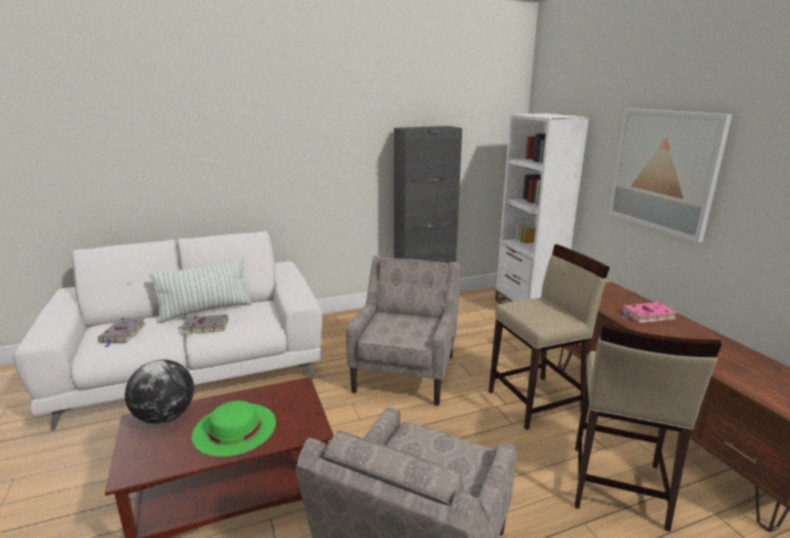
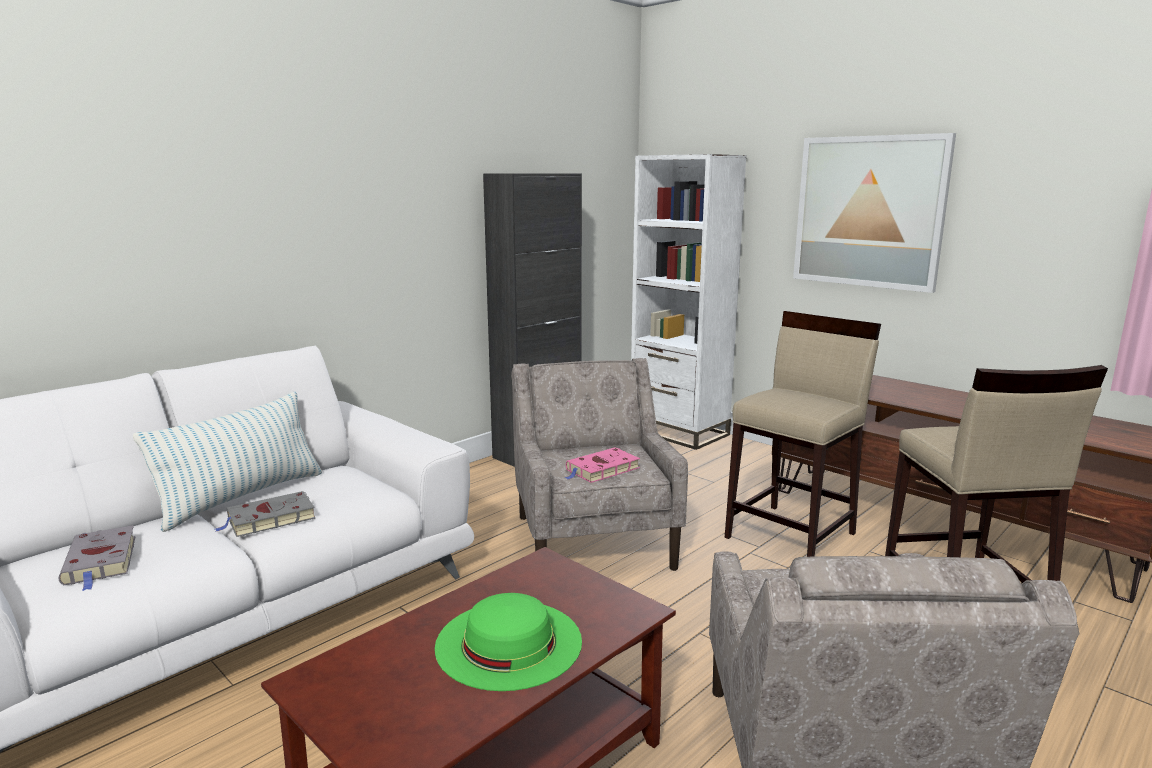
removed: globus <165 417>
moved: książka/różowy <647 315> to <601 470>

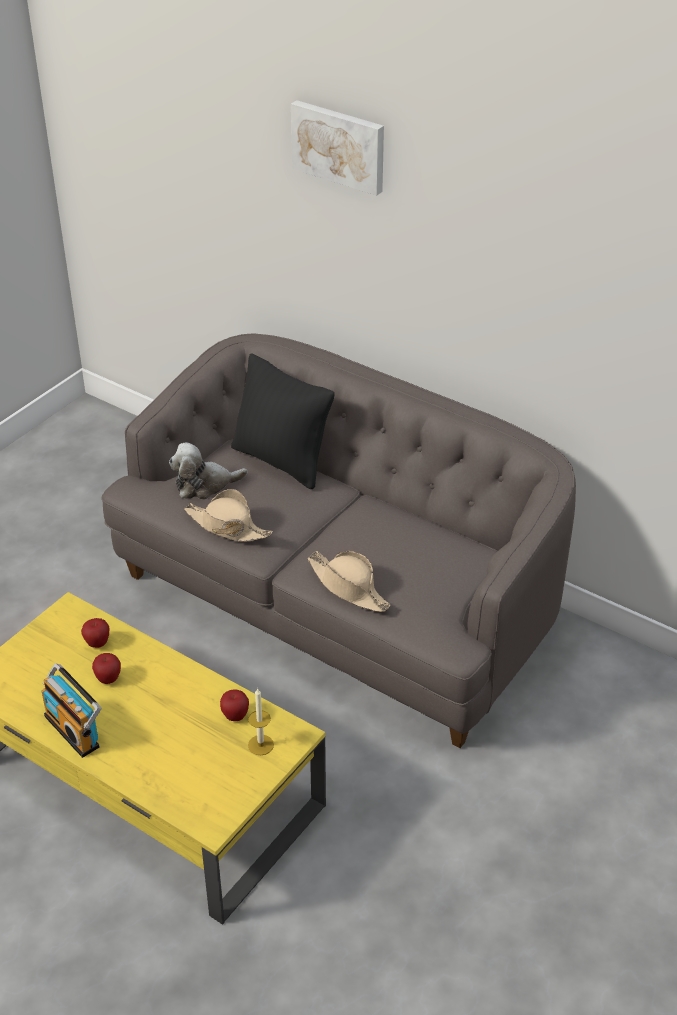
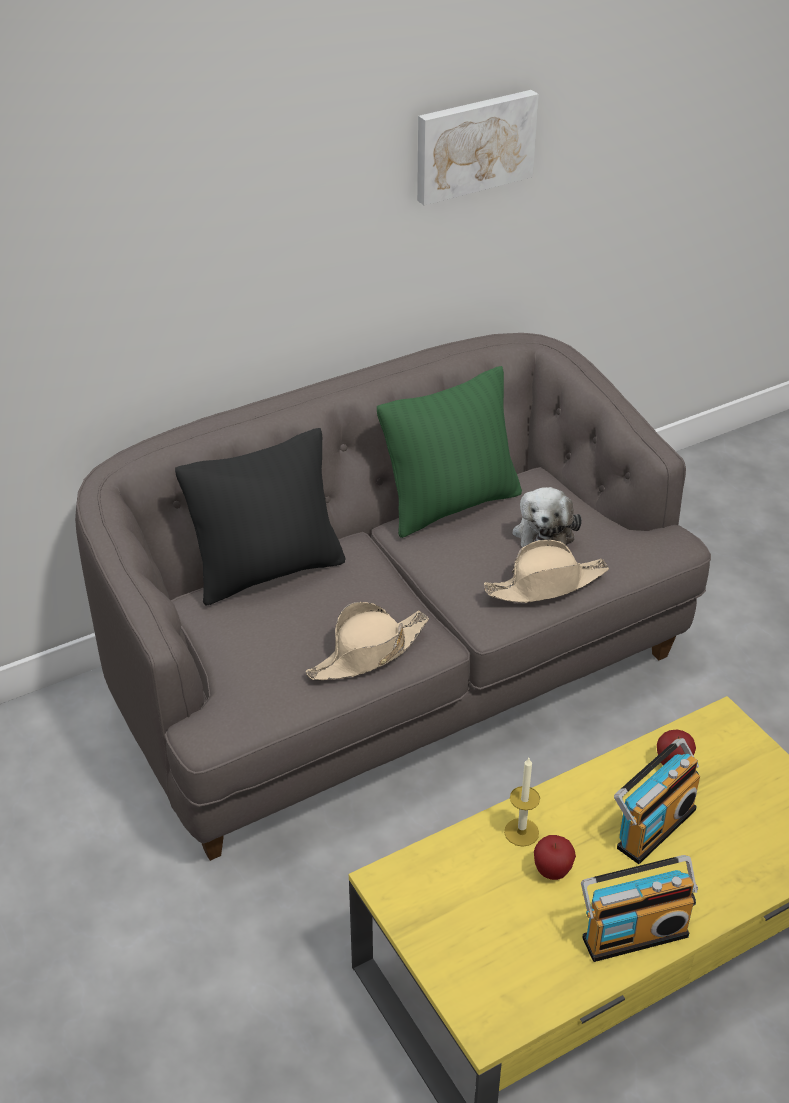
removed: jabłko <97 643>
added: poduszka/zielony <451 505>; radio <652 826>
moved: obraz <339 146> to <474 145>; pluszak <205 485> to <544 533>; świeca <260 745> to <521 832>

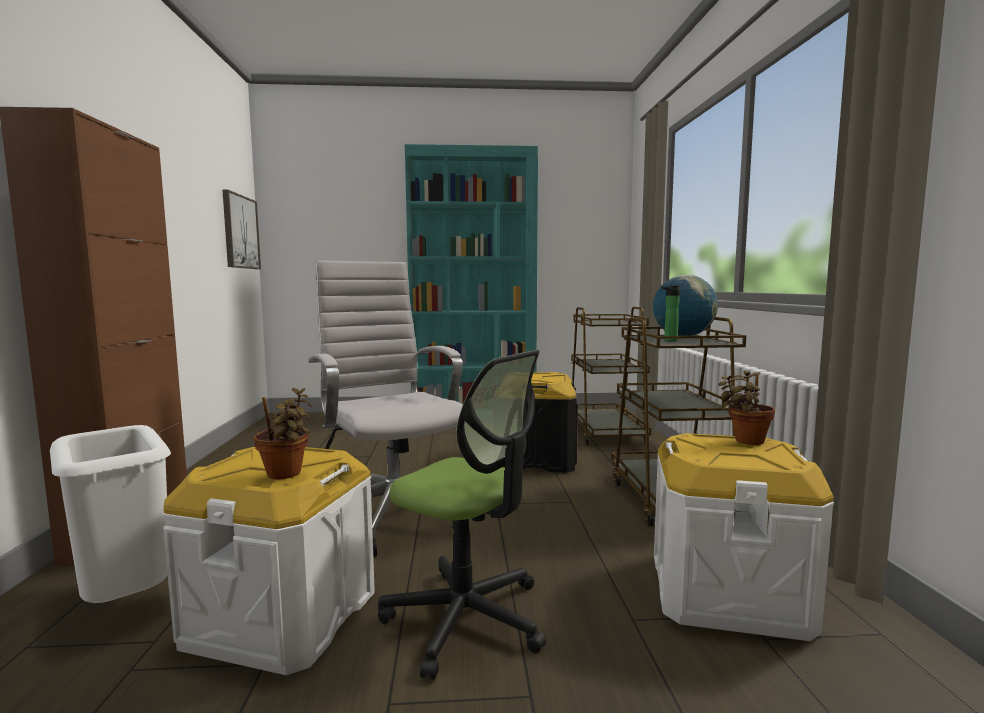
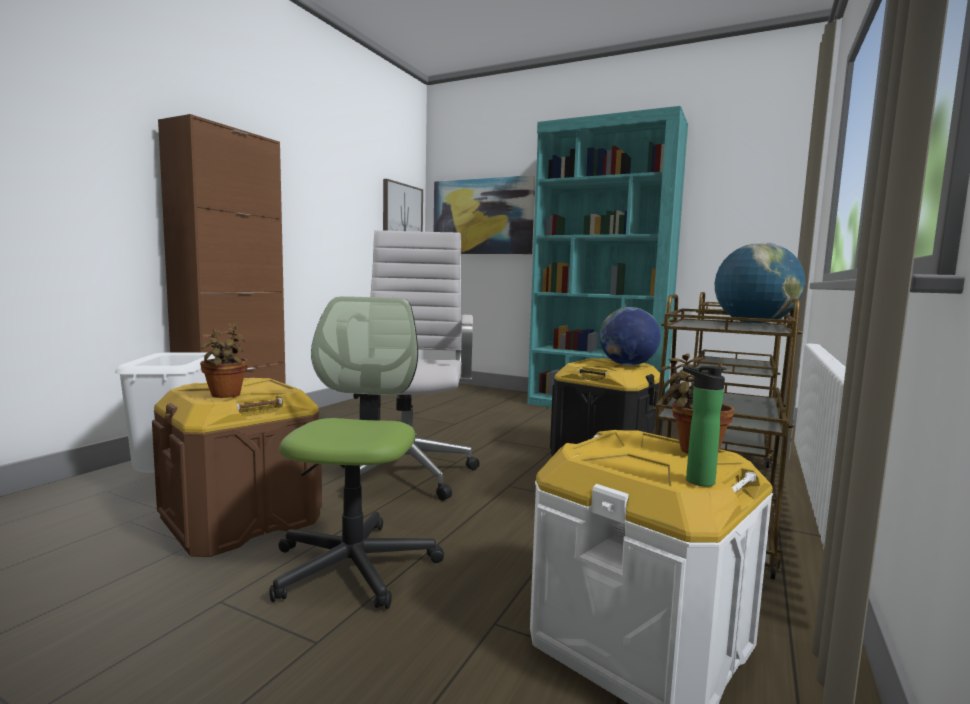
added: obraz <482 216>; globus <627 365>
moved: butelka <668 340> to <695 480>
recoloured: pojemnik do przechowywania/biały <282 617> to pojemnik do przechowywania/brązowy <241 519>
turned: krzesło biurowe <466 618> = <354 565> 150 degrees counterclockwise

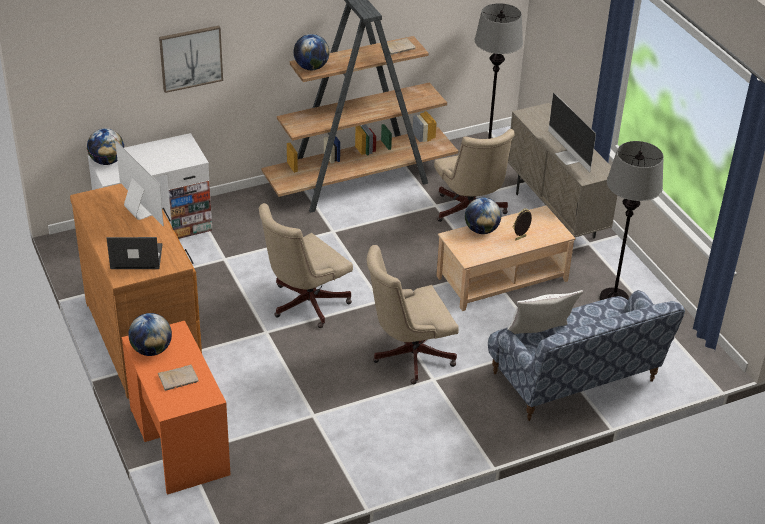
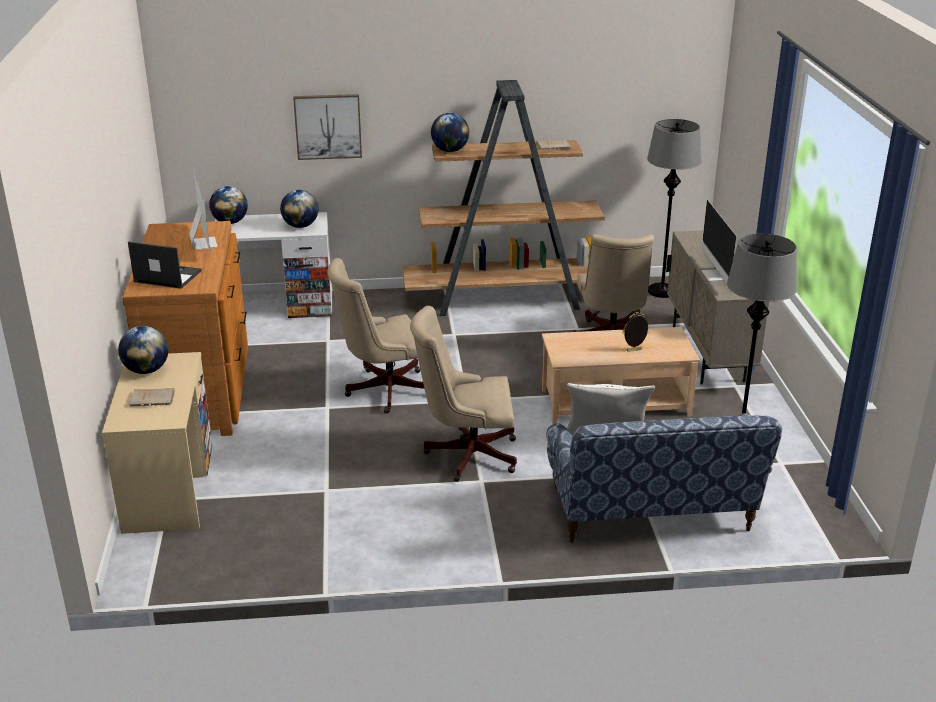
moved: globus <481 230> to <300 226>
recoloured: biurko/pomarańczowy <179 441> to biurko/beżowy <169 487>

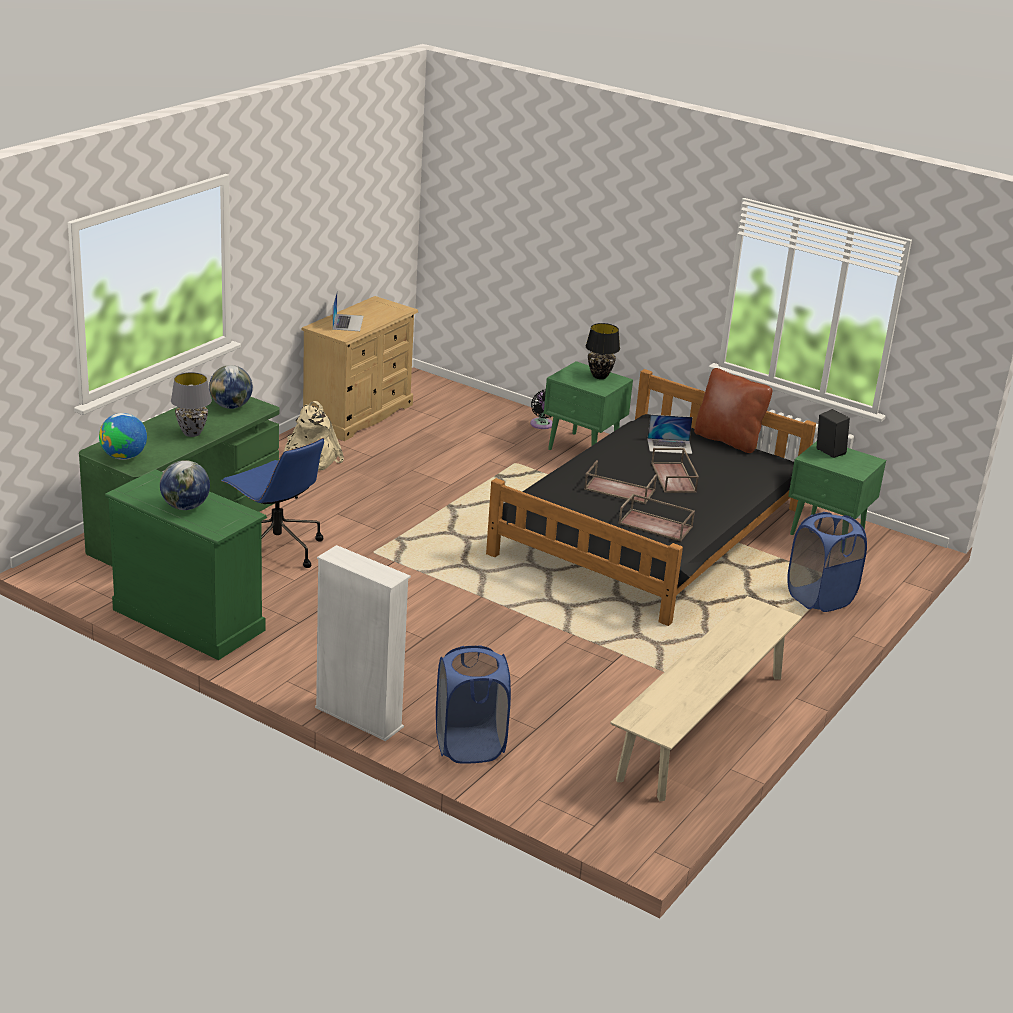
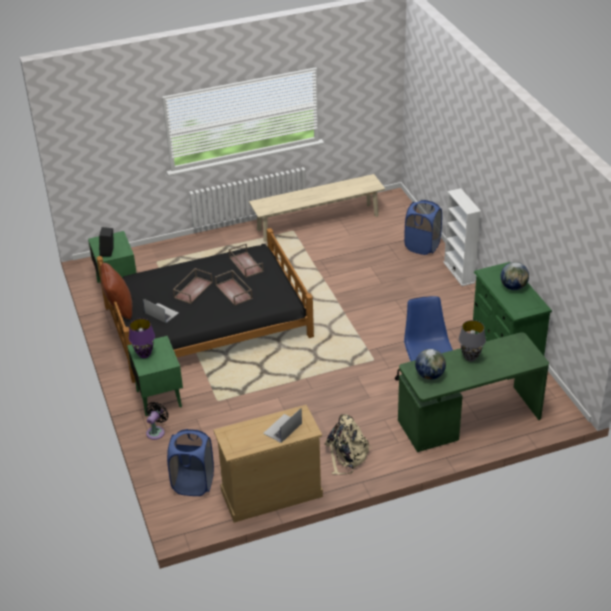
removed: globus <124 457>
moved: kosz na pranie/niebieski <820 598> to <193 483>
recoloured: lampa stołowa/czarny <599 376> to lampa stołowa/fioletowy <145 355>

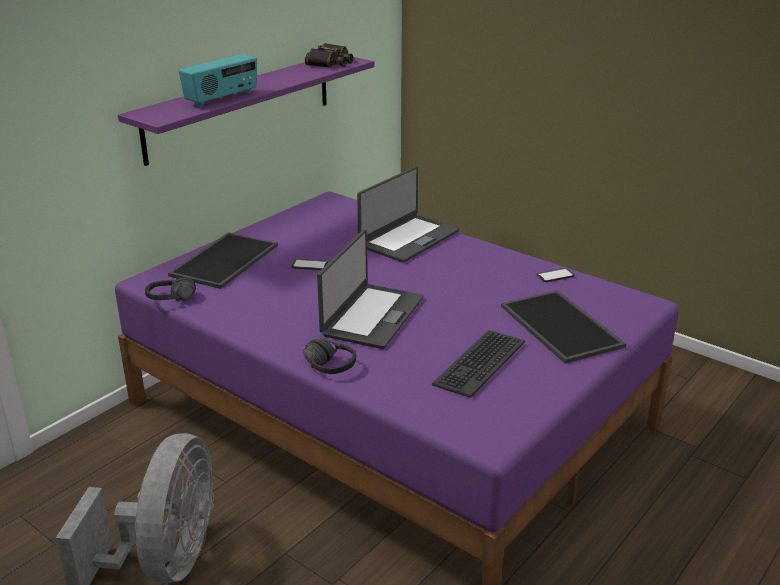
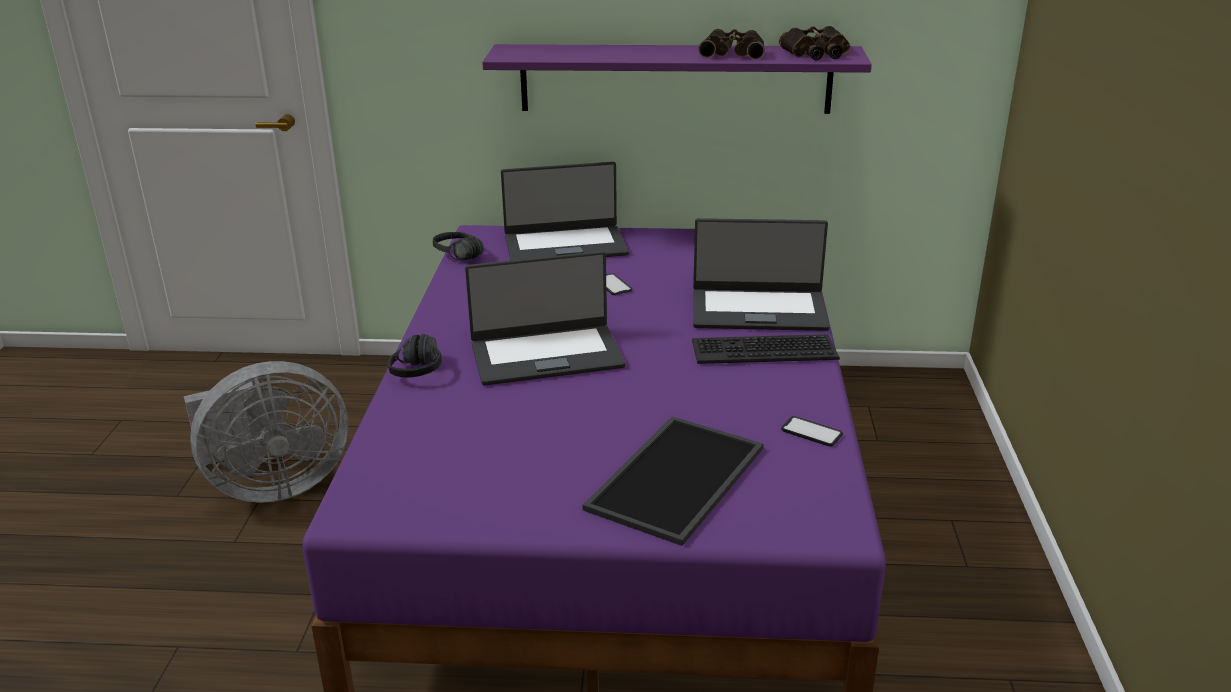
removed: radio <222 99>
added: lornetka <733 53>
moved: klawiatura <479 363> to <764 350>
replaced: taca <224 259> to laptop <565 245>

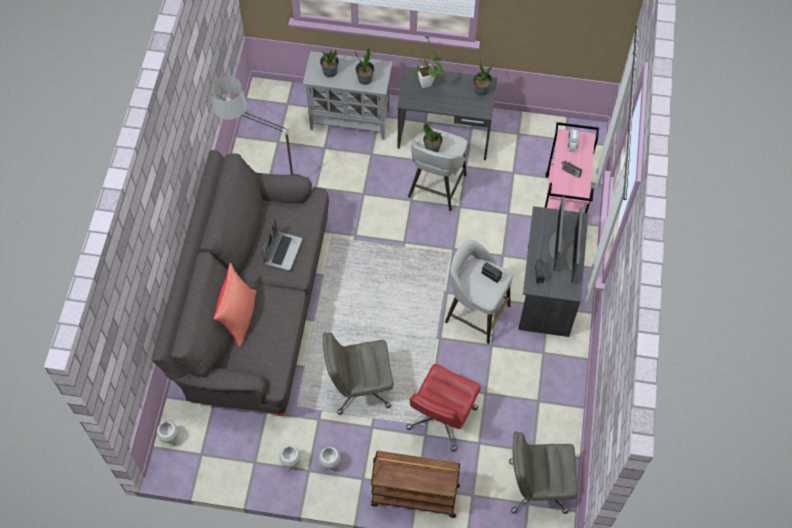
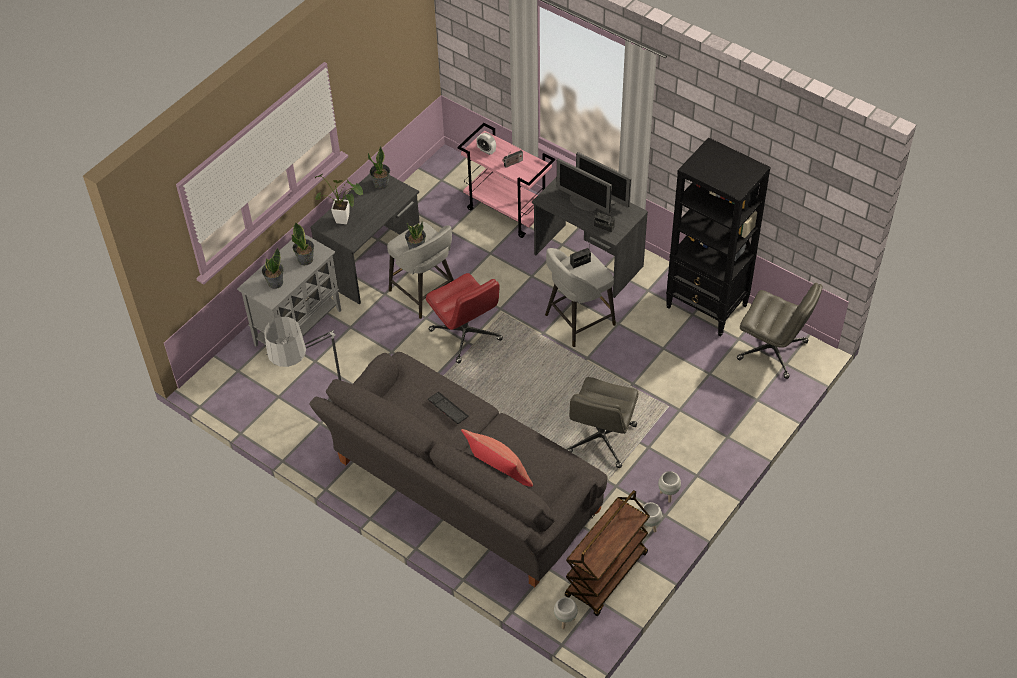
added: regał/czarny <707 307>
moved: krzesło biurowe/czerwony <441 419> to <466 335>; wózek/brązowy <414 495> to <606 576>
replaced: laptop <283 251> to klawiatura <448 408>
turned: krzesło biurowe/szary <536 487> = <773 351> 90 degrees counterclockwise

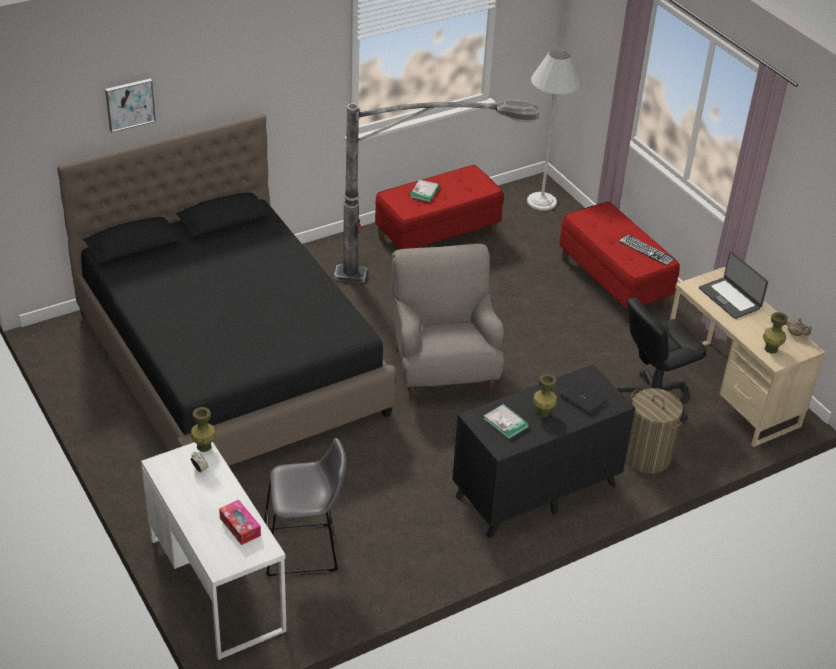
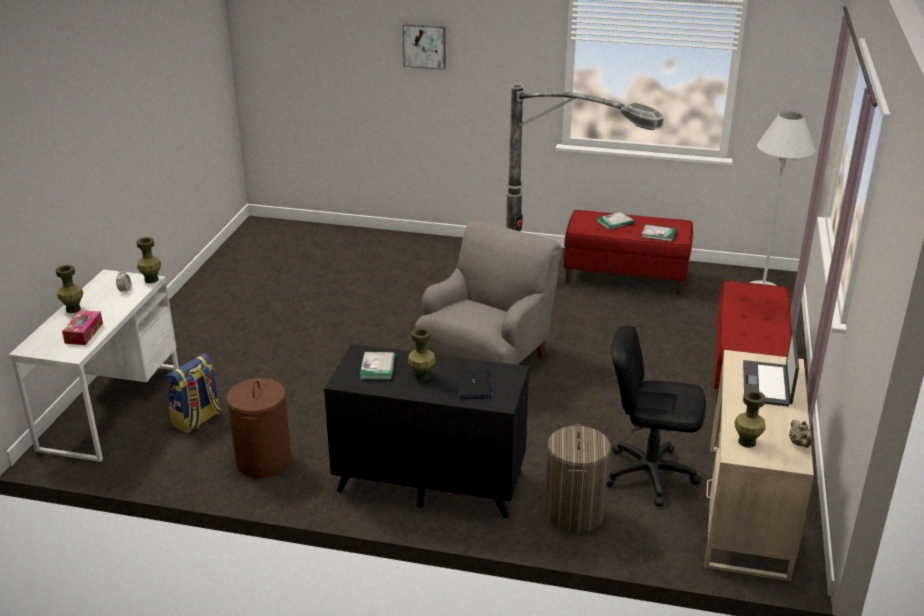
removed: łóżko/czarny <230 362>; klawiatura <646 250>
added: książka <658 234>; wazon/zielony <73 309>; kosz na pranie/brązowy <263 461>
moved: obraz <130 104> to <424 46>
replaced: stołek/szary <305 549> to plecak <197 420>

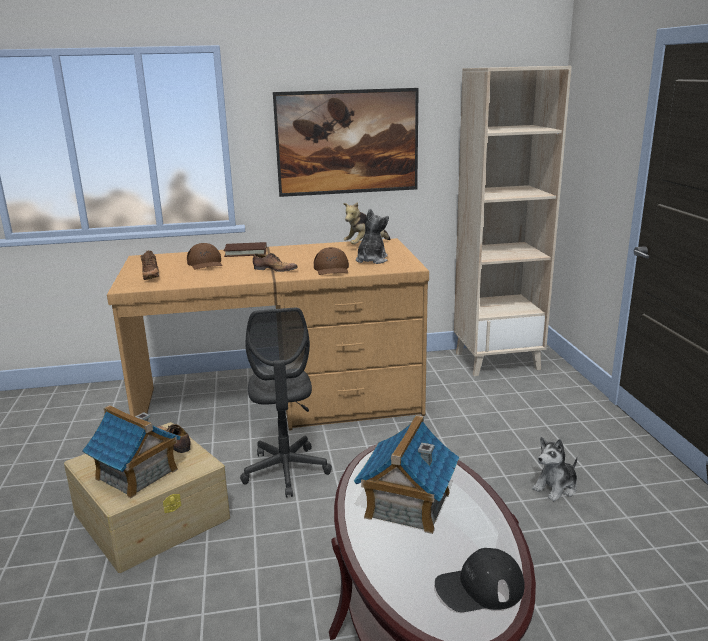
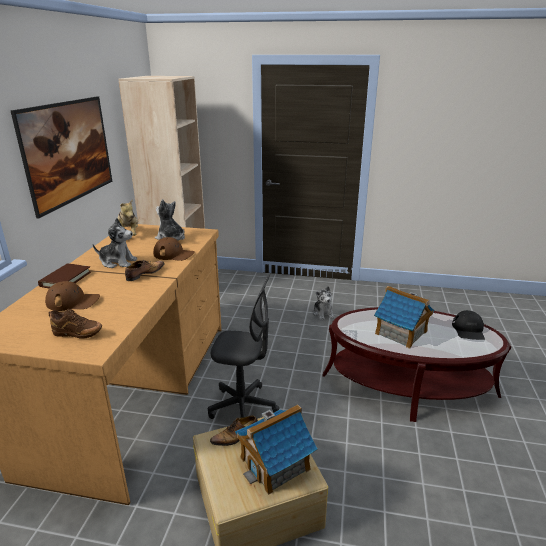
added: pluszak <118 262>

